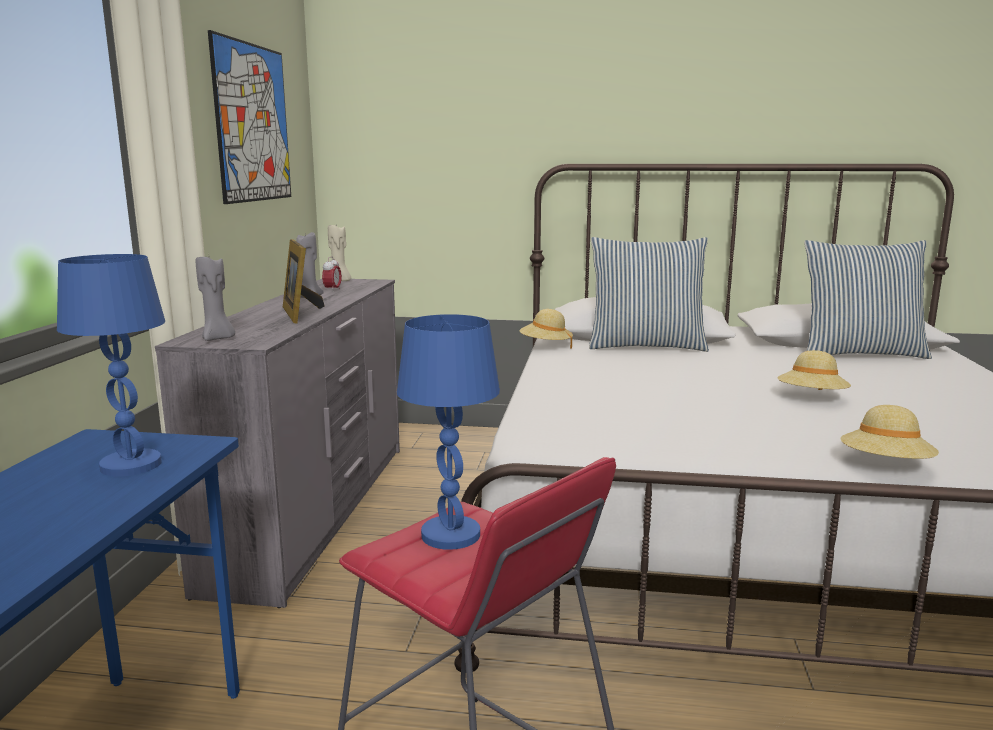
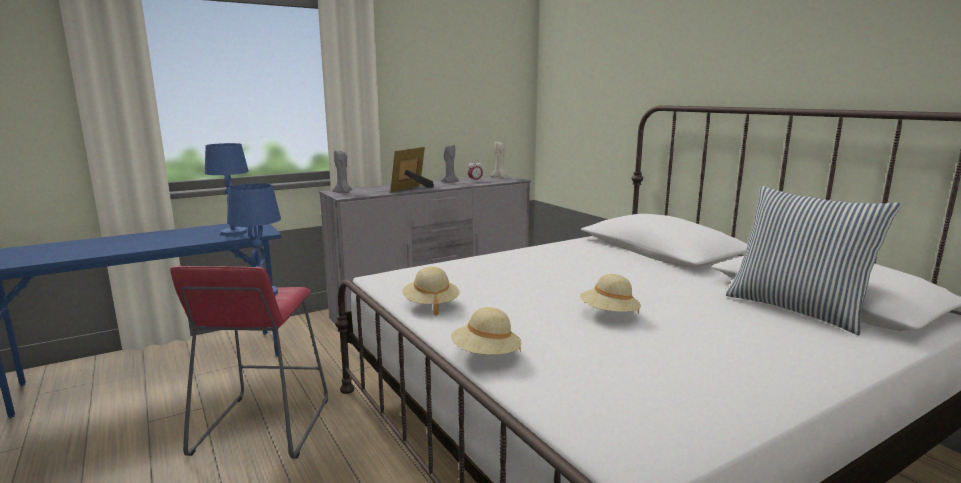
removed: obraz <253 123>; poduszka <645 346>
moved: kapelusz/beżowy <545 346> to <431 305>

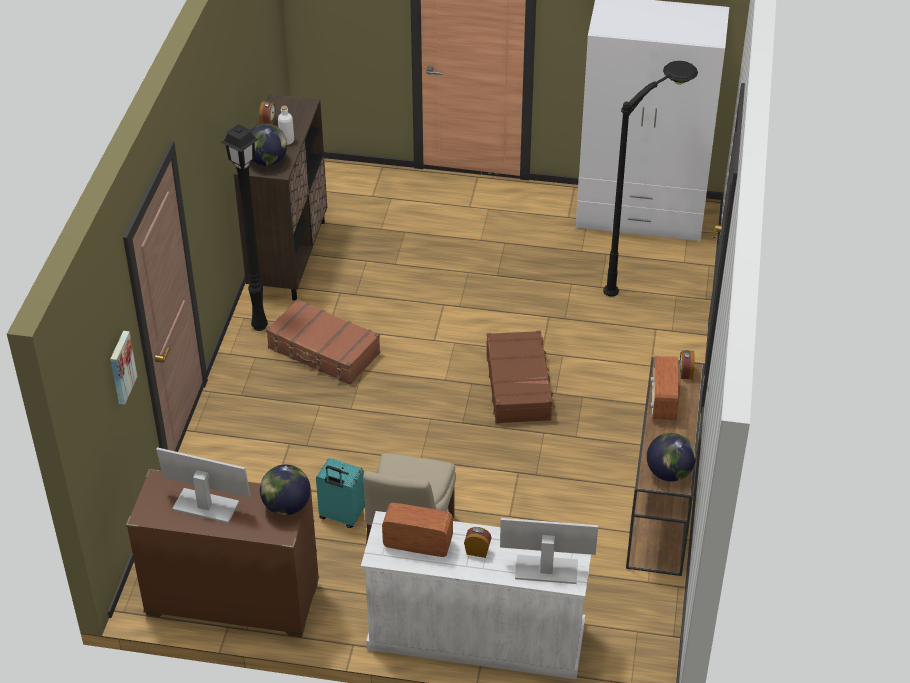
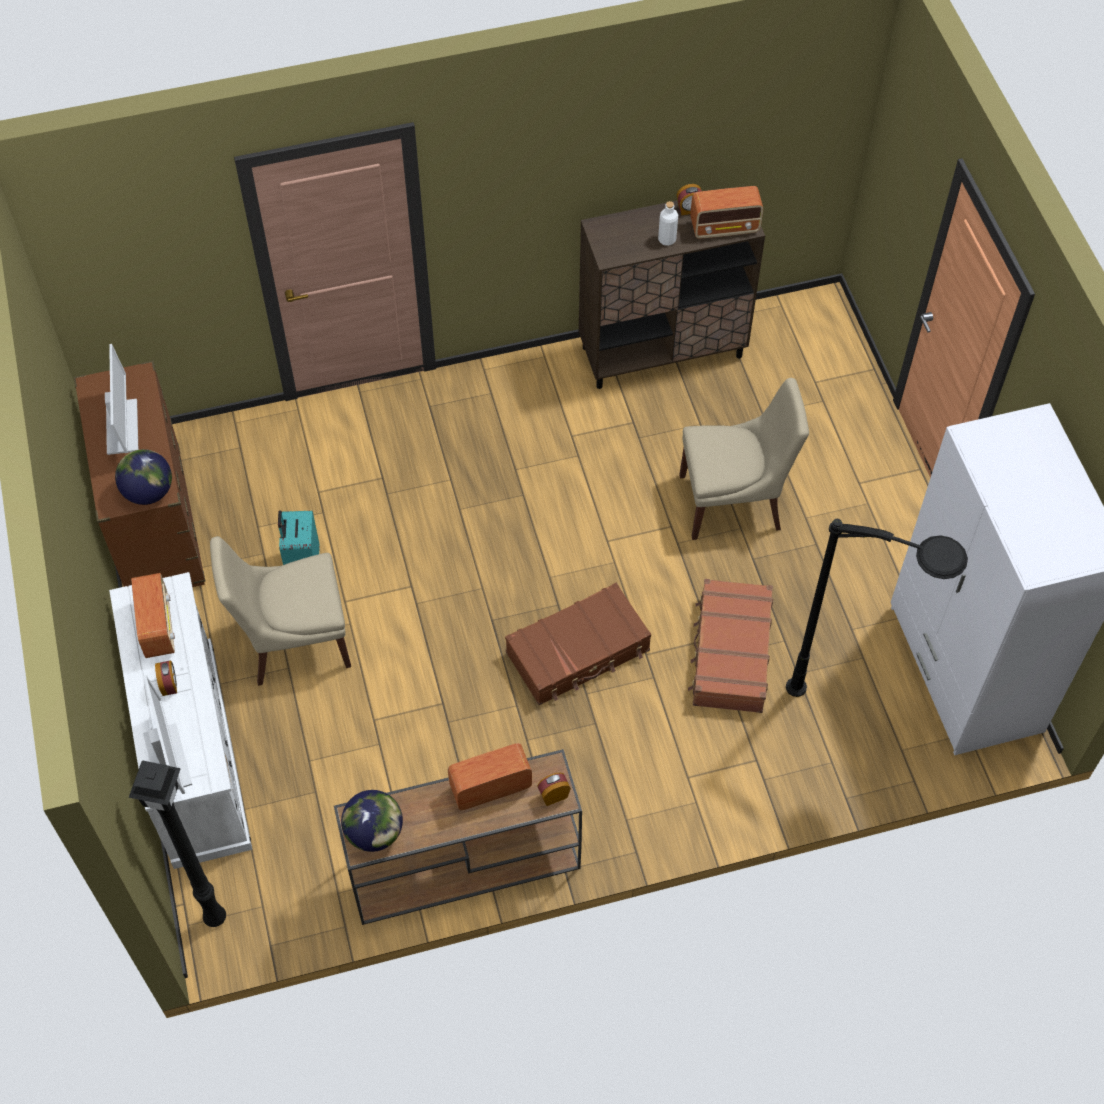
removed: globus <267 161>; obraz <121 367>
added: radio <725 227>; krzesło/beżowy <734 502>
moved: lampa stojąca/czarny <261 326> to <216 919>; walizka/brązowy <323 351> to <730 653>

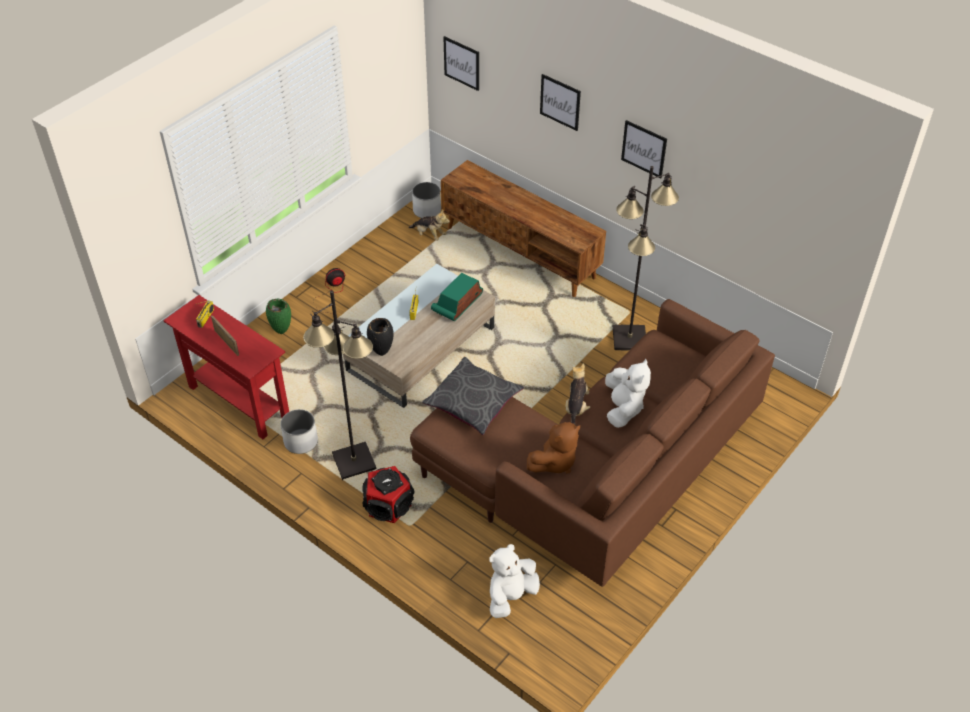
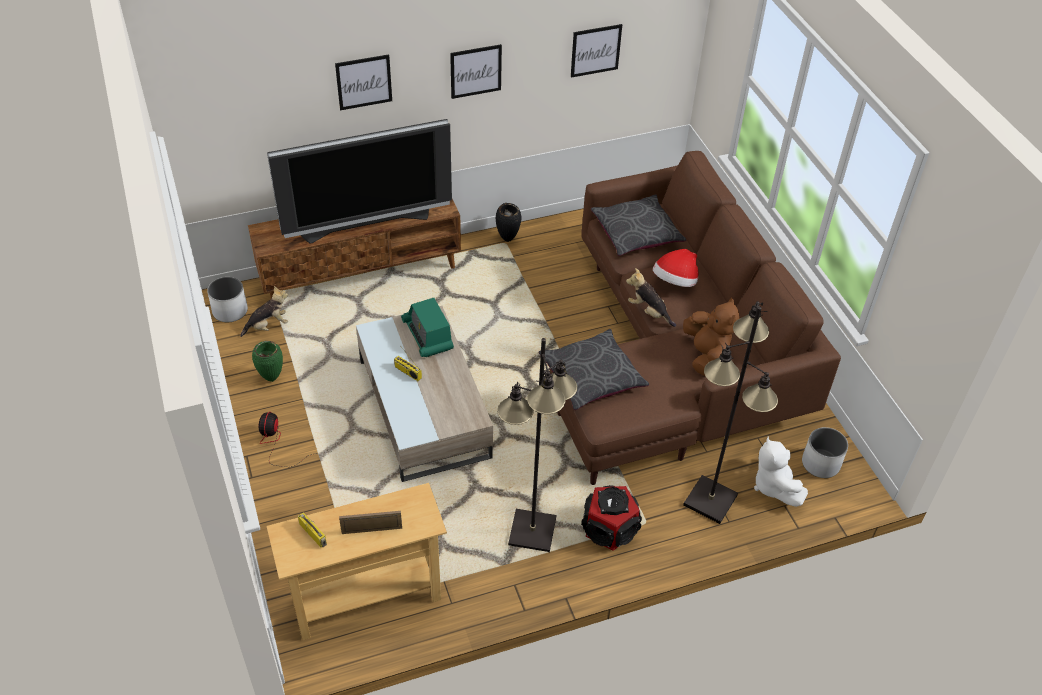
added: telewizor <367 224>; poduszka/szary <636 232>
moved: obraz <462 63> to <595 50>; lampa stojąca/czarny <630 339> to <711 500>; wazon/zielony <282 331> to <272 378>; wazon/czarny <382 353> to <508 239>; donica/biały <301 442> to <821 464>
replaced: pluszak/biały <623 408> to kapelusz <675 282>
recoloured: stolik konsolowy/czerwony <239 401> to stolik konsolowy/beżowy <366 599>

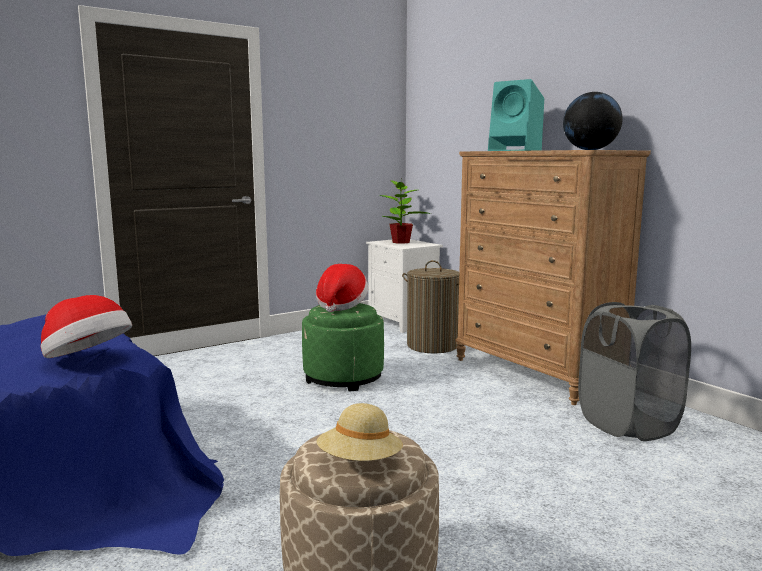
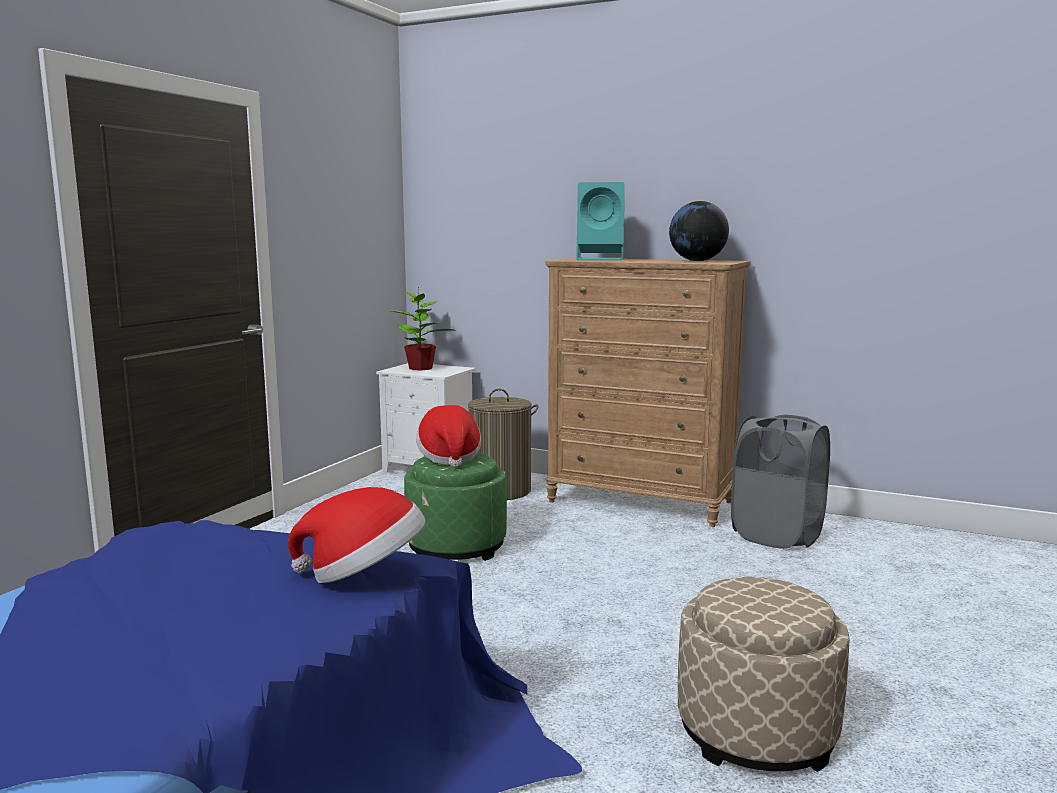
removed: kapelusz/beżowy <360 462>

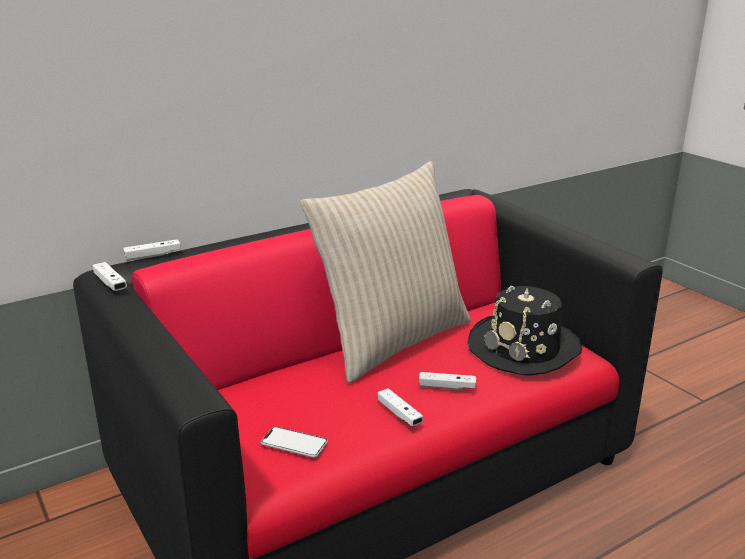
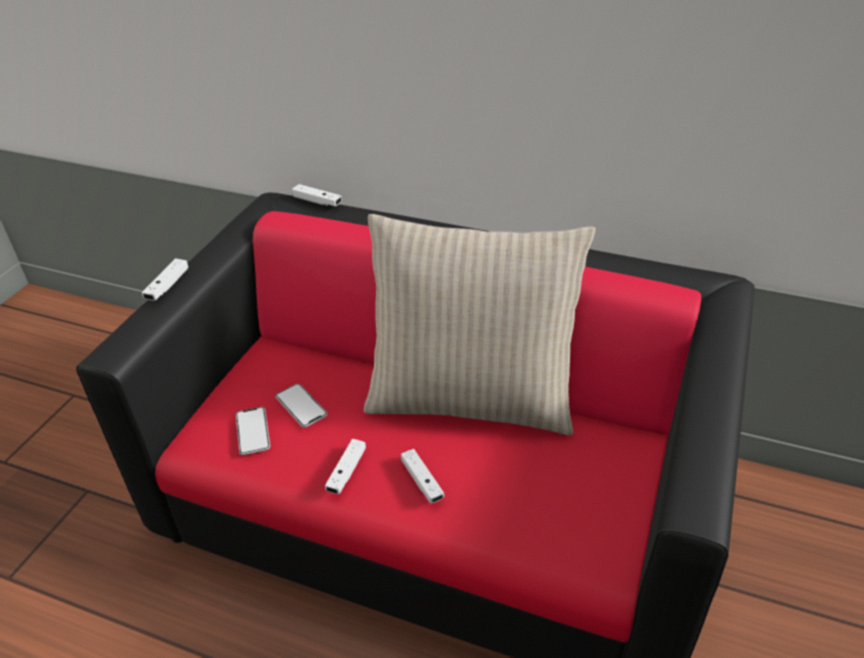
removed: kapelusz/czarny <525 348>
added: telefon <301 406>
moved: pad do gier/biały <110 283> to <167 286>

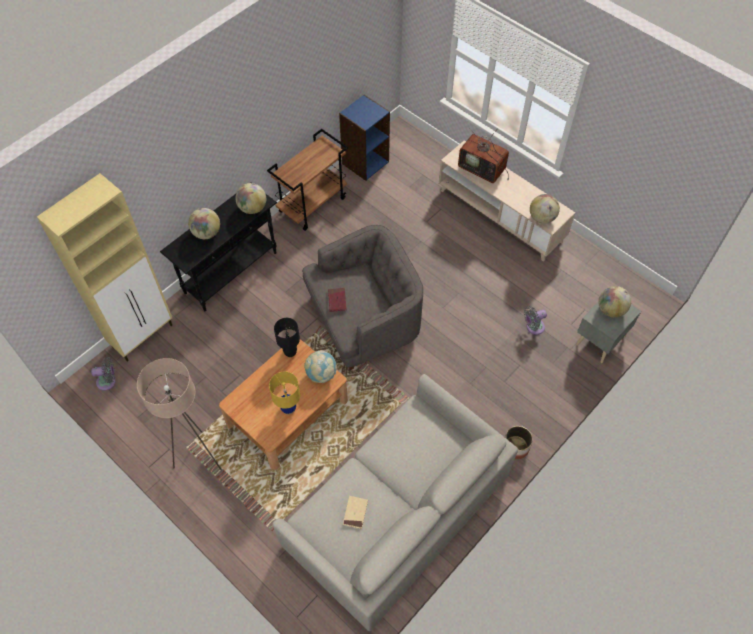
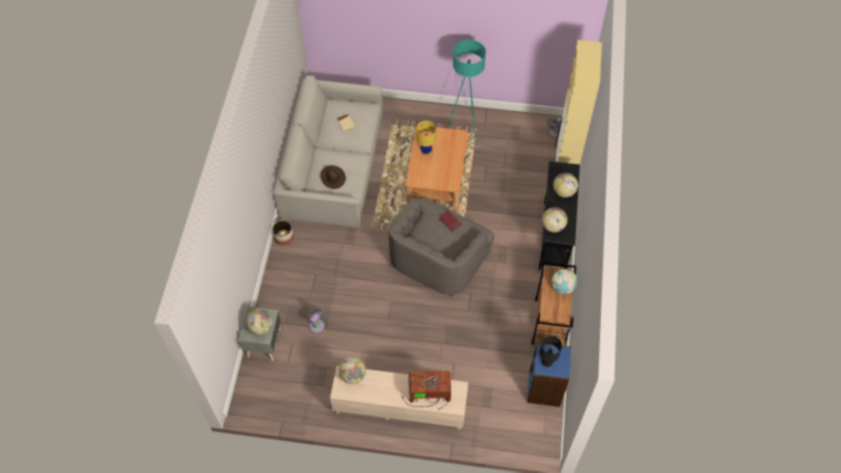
added: kapelusz/brązowy <332 177>
moved: lampa stołowa/czarny <290 352> to <546 362>; globus <321 374> to <562 287>
recoloured: lampa stojąca/beżowy <199 456> to lampa stojąca/turkusowy <465 128>

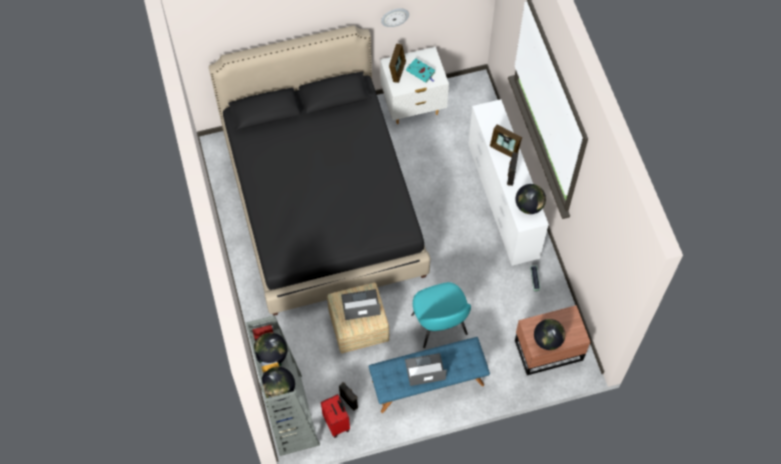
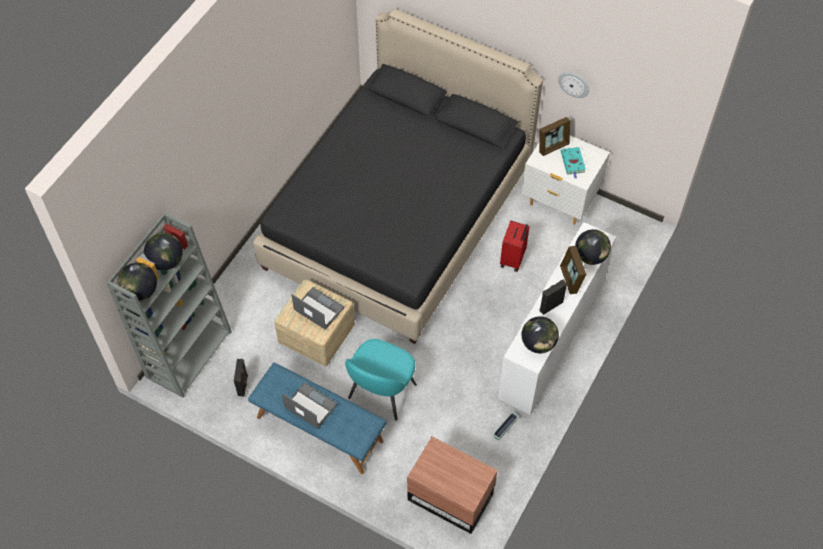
moved: globus <547 340> to <590 256>; walizka/czerwony <337 423> to <513 259>

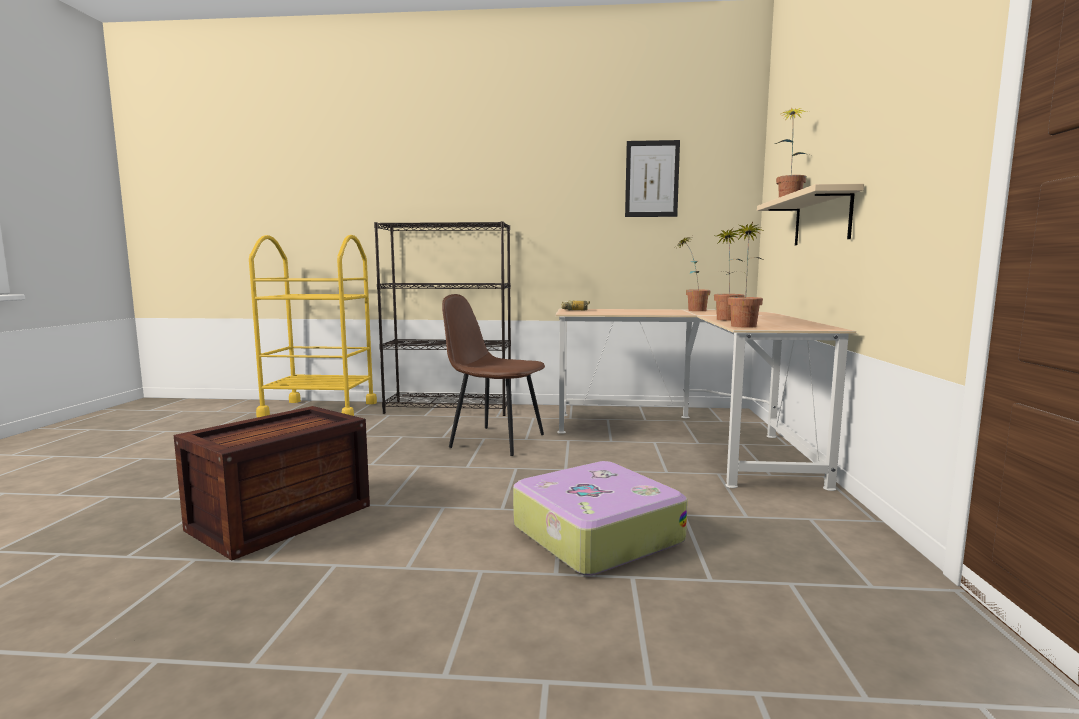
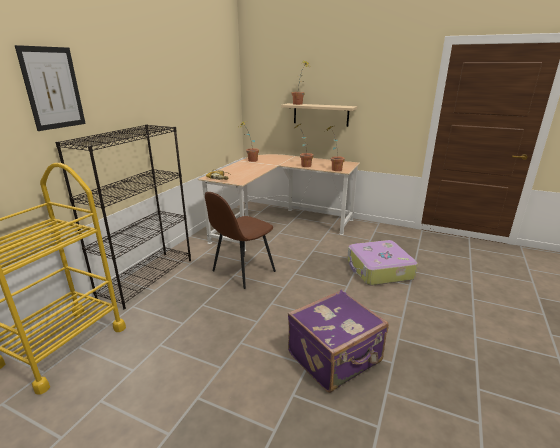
moved: obraz <652 179> to <53 88>
replaced: skrzynka <283 517> to walizka/fioletowy <335 358>

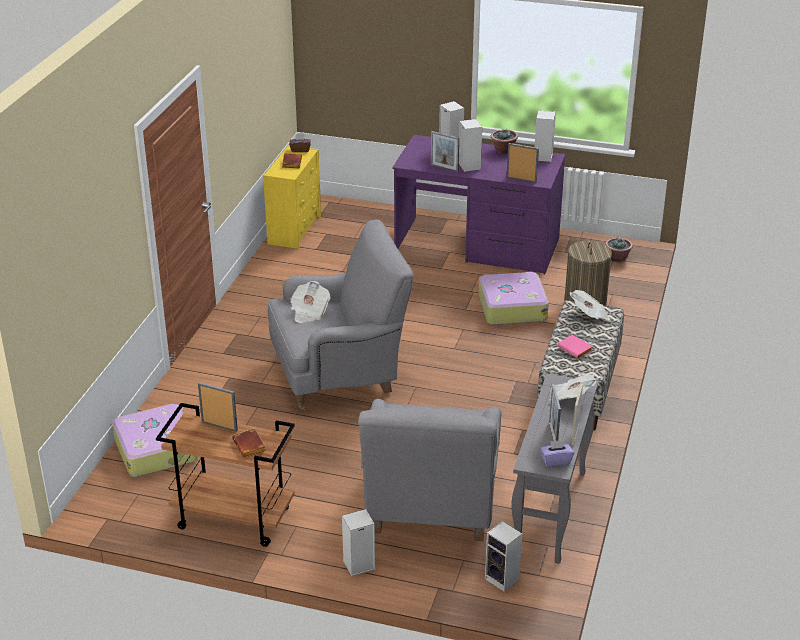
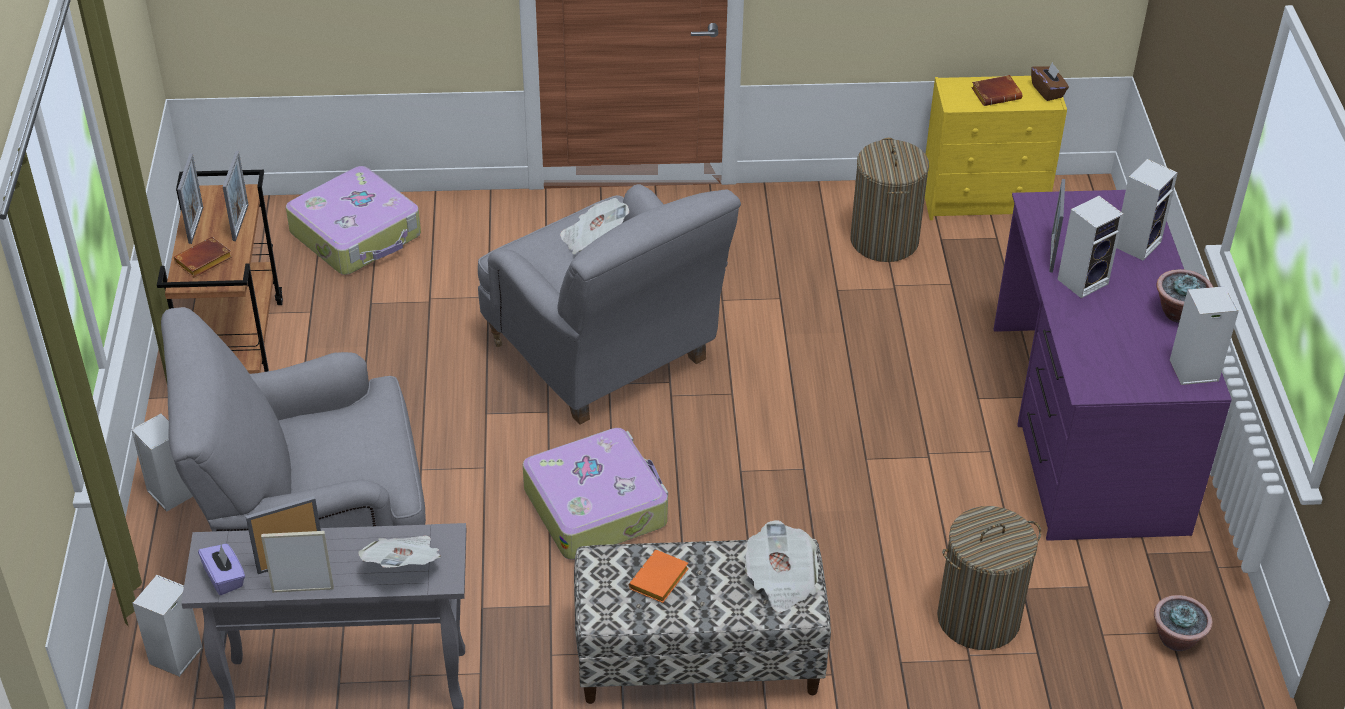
added: kosz na pranie <884 240>
moved: ramka na zdjęcie <521 179> to <196 225>; walizka <511 307> to <596 505>
recoloured: książka/różowy <576 349> to książka/pomarańczowy <659 581>

